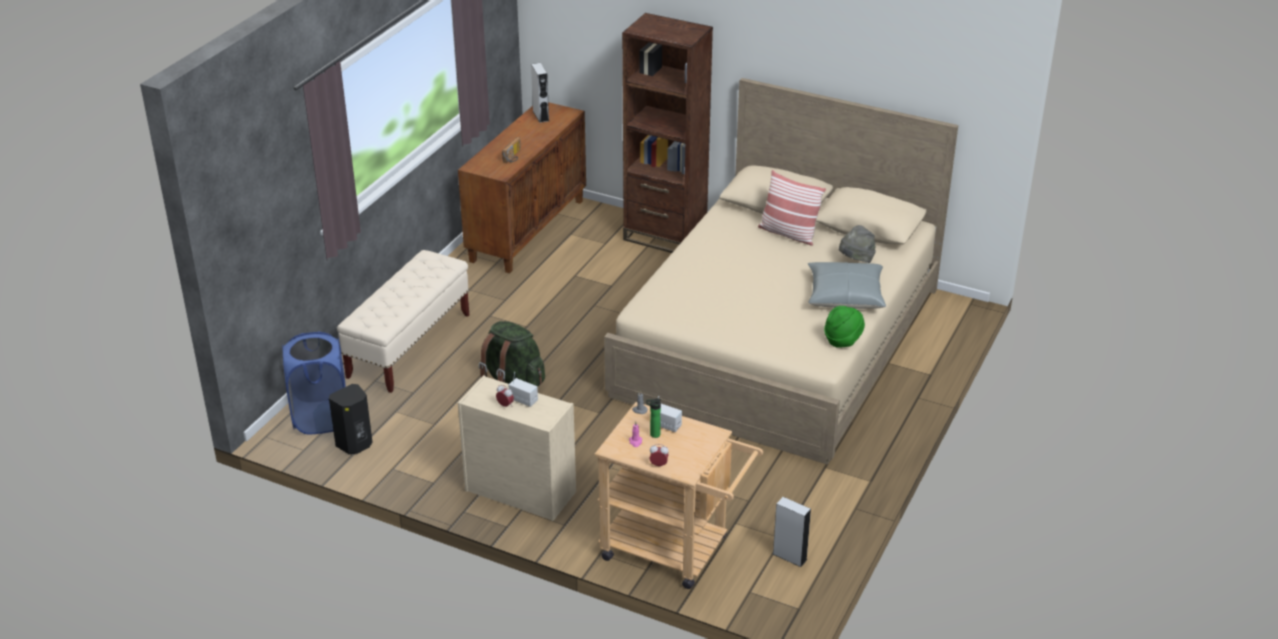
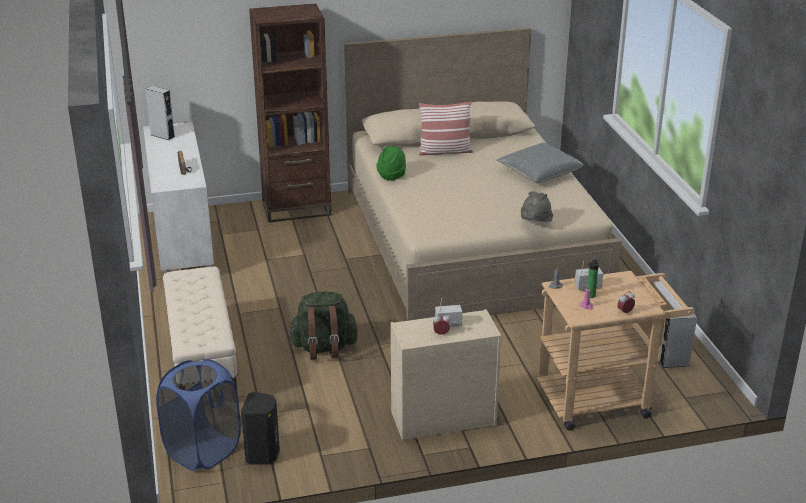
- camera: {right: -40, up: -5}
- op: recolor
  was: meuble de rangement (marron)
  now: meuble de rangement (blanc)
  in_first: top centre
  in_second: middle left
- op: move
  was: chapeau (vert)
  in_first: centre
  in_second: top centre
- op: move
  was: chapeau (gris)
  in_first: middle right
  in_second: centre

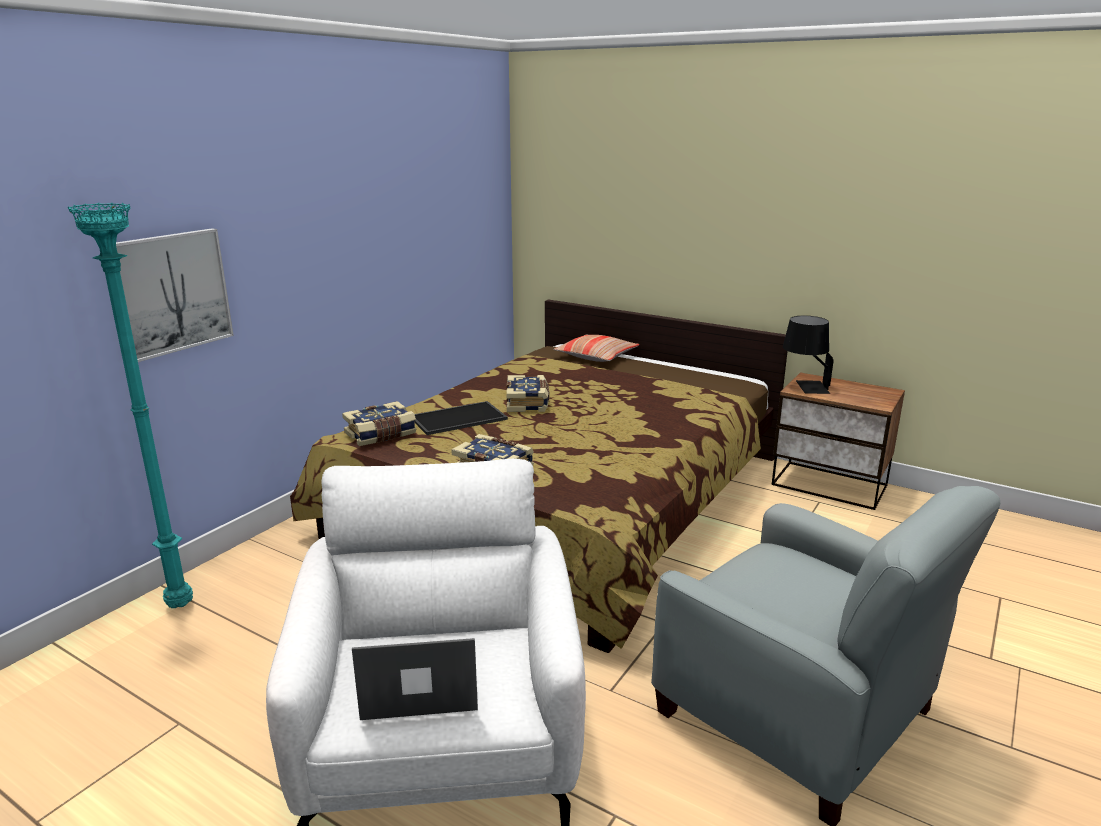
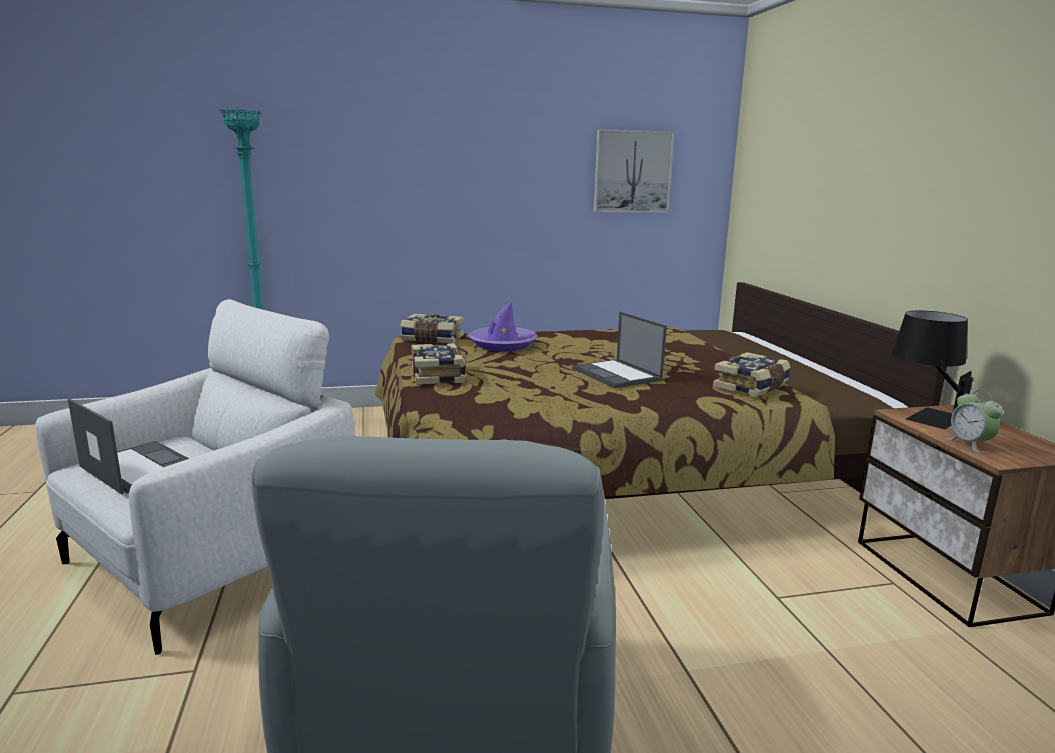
- camera: {right: 45, up: -5}
- op: replace
  was: plateau
  now: chapeau (violet)
  in_first: centre
  in_second: centre
- op: insert
  now: ordinateur portable (2nd from left)
  in_second: centre
- op: move
  was: tableau
  in_first: middle left
  in_second: top centre
- op: move
  was: livre (3rd from left)
  in_first: centre
  in_second: middle right
- op: insert
  now: réveil
  in_second: middle right
- op: delete
  was: coussin
  in_first: centre

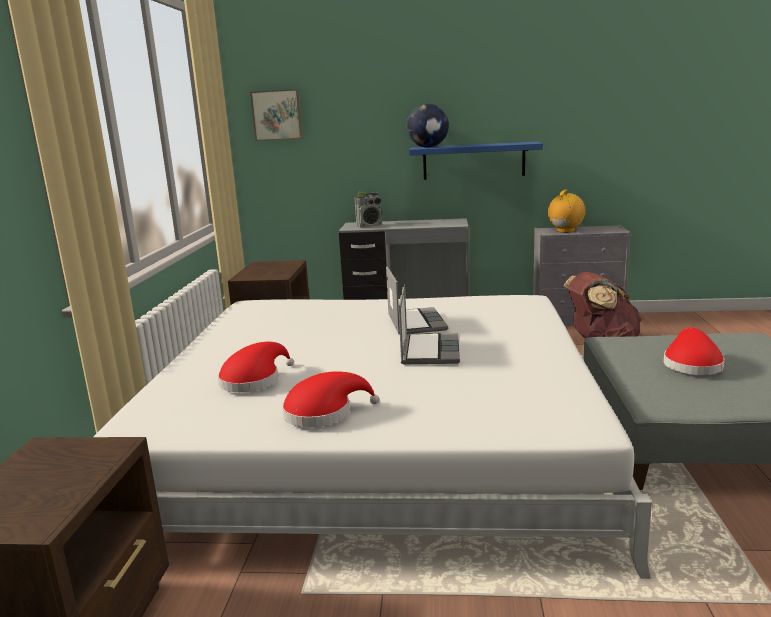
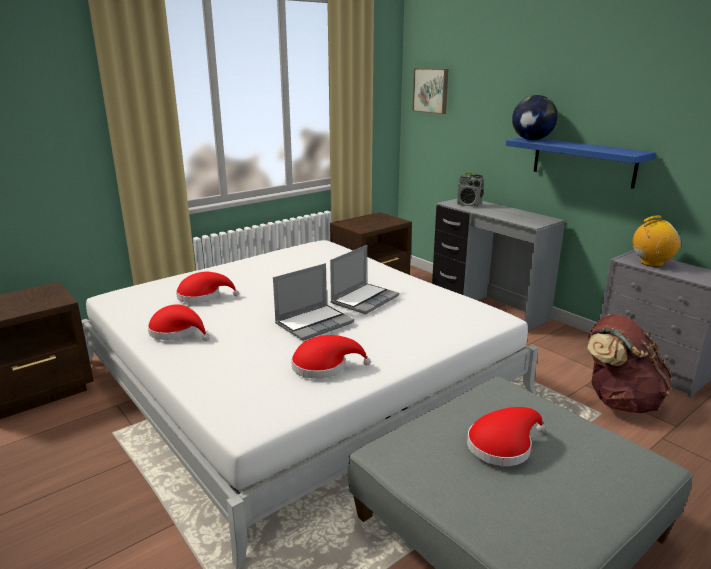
- camera: {right: 45, up: 5}
- op: insert
  now: chapeau (rouge) (3rd from left)
  in_second: centre

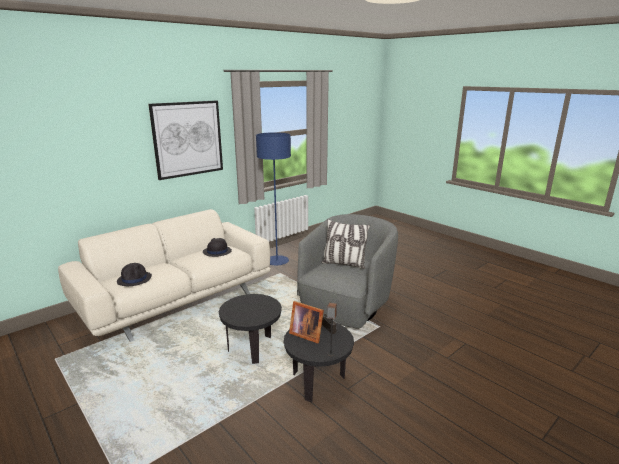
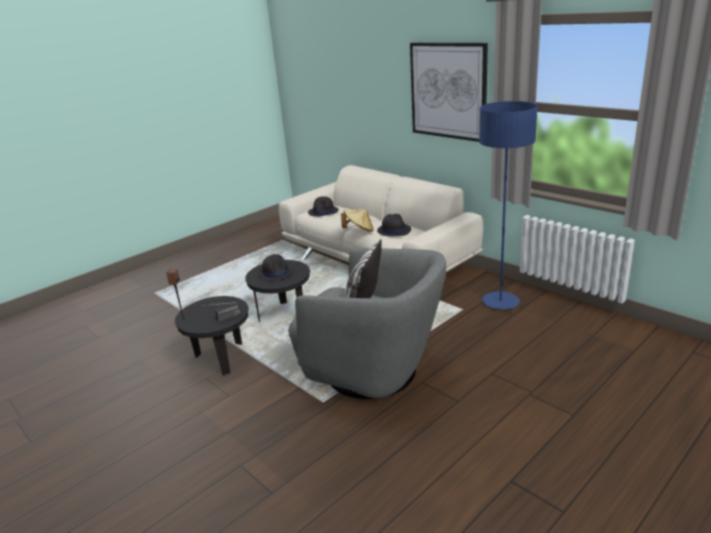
- camera: {right: 90, up: 5}
- op: insert
  now: chapeau (noir) (1st from left)
  in_second: centre
- op: insert
  now: chapeau (beige)
  in_second: centre
- op: delete
  was: cadre photo
  in_first: bottom centre

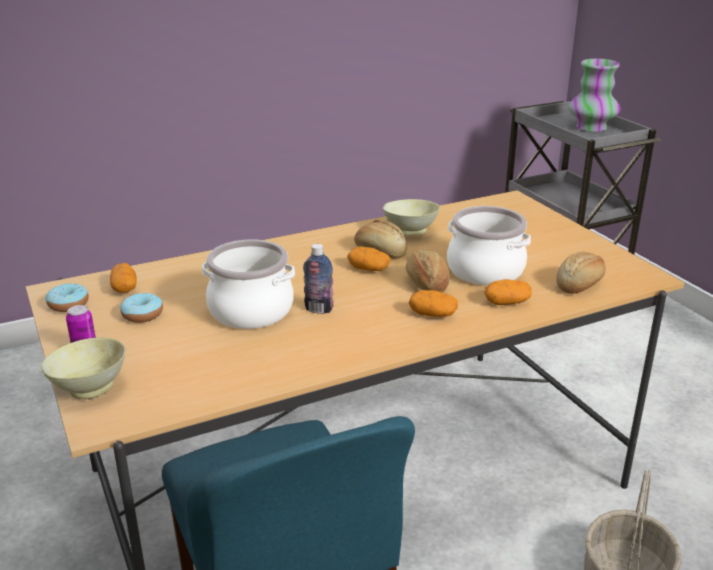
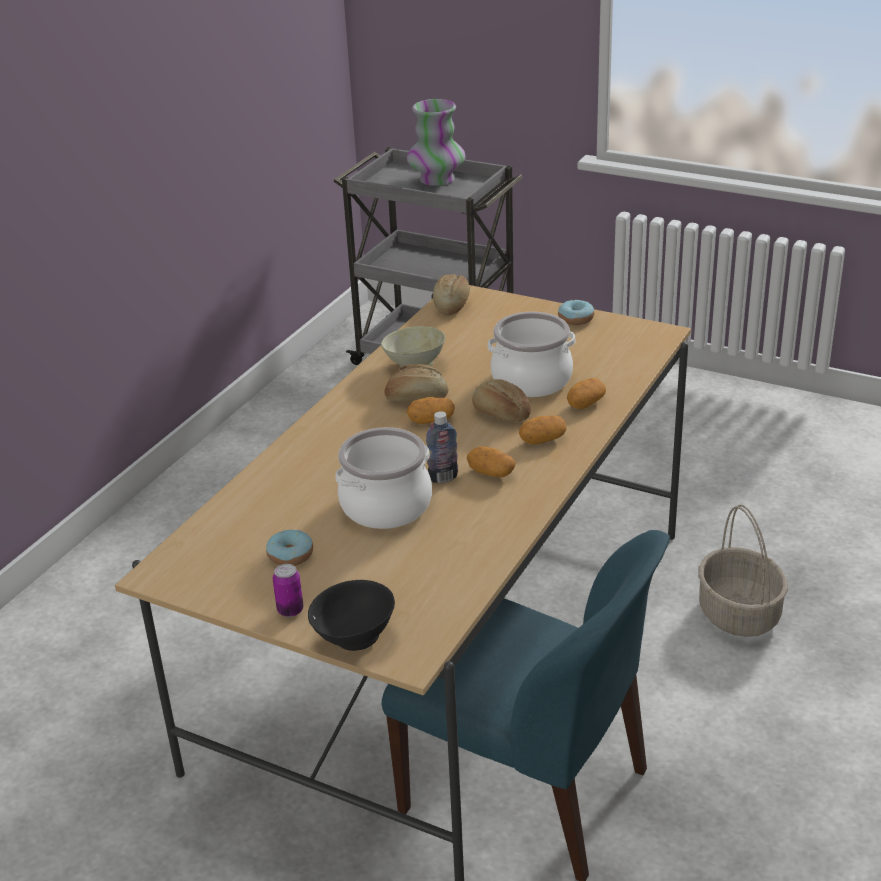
- camera: {right: -35, up: 5}
- op: recolor
  was: bol (beige) (1st from left)
  now: bol (noir)
  in_first: middle left
  in_second: bottom centre
- op: move
  was: pain (3rd from left in the first image)
  now: pain (2nd from left)
  in_first: middle right
  in_second: centre
- op: move
  was: pomme de terre (1st from left in the first image)
  now: pomme de terre (2nd from left)
  in_first: middle left
  in_second: centre
- op: move
  was: beignet (1st from left in the first image)
  now: beignet (2nd from left)
  in_first: middle left
  in_second: centre

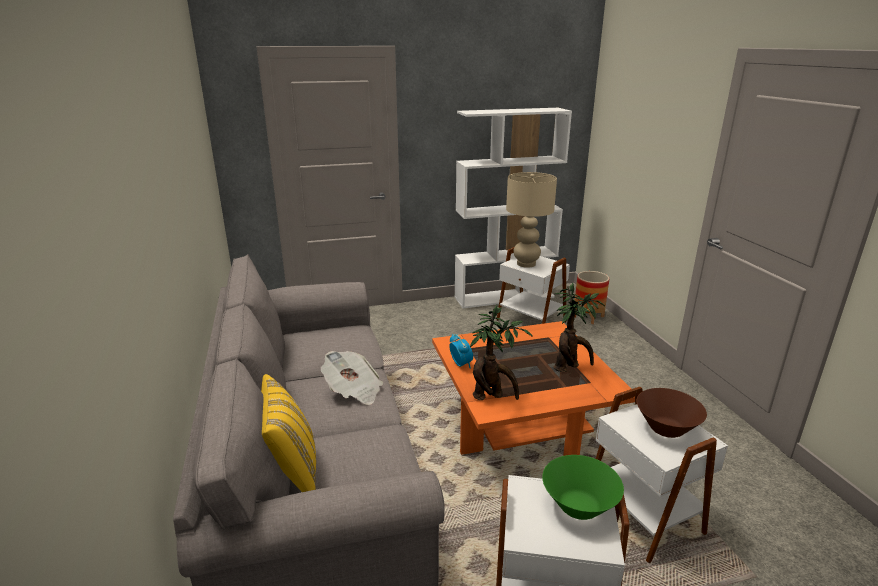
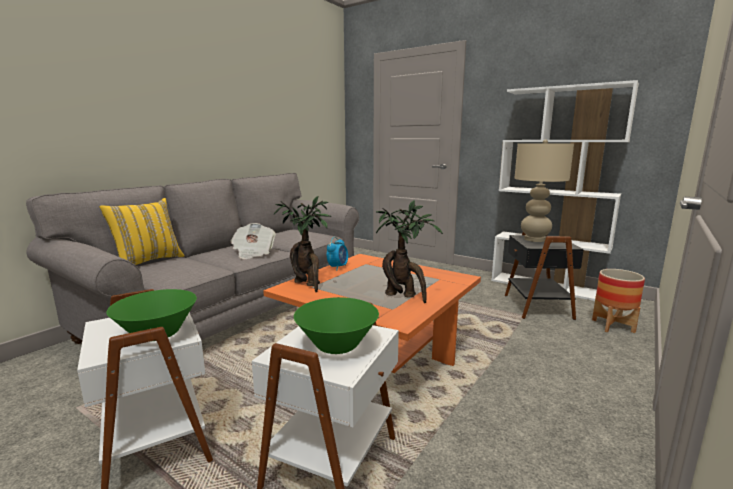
- camera: {right: 50, up: -10}
- op: recolor
  was: bol (marron)
  now: bol (vert) (2nd from left)
  in_first: bottom right
  in_second: centre
- op: recolor
  was: table d'appoint (blanc) (1st from left)
  now: table d'appoint (noir)
  in_first: centre
  in_second: middle right

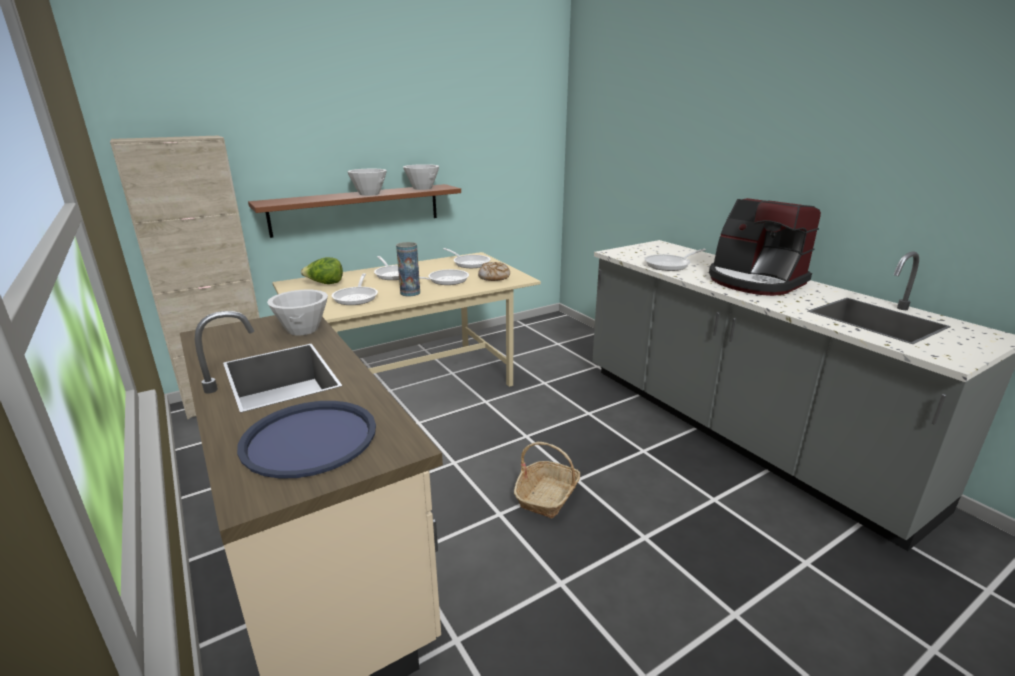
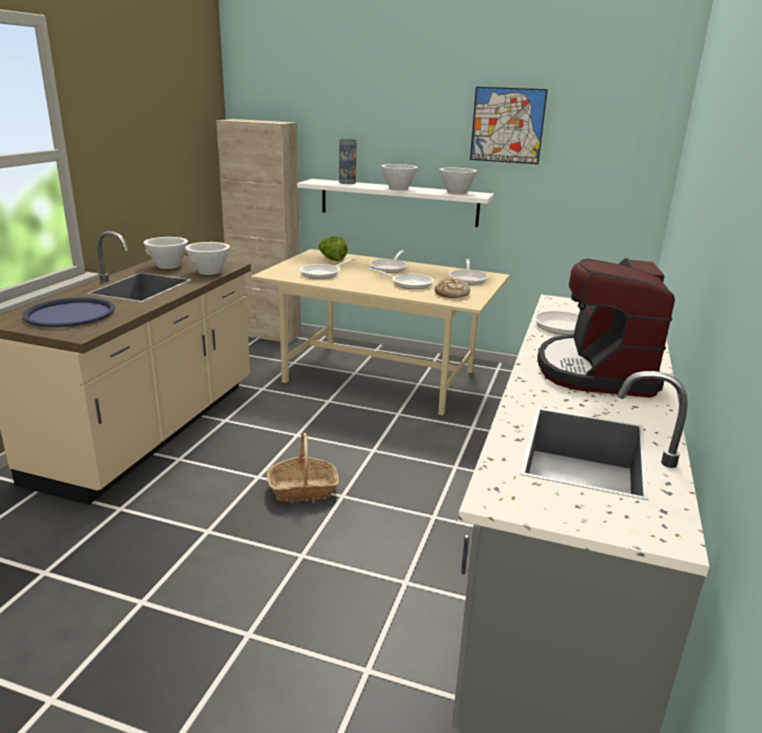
- camera: {right: 50, up: 0}
- op: insert
  now: bol (blanc) (1st from left)
  in_second: middle left
- op: recolor
  was: étagère (marron)
  now: étagère (blanc)
  in_first: top centre
  in_second: top centre
- op: move
  was: vase
  in_first: centre
  in_second: top centre
- op: insert
  now: tableau
  in_second: top right

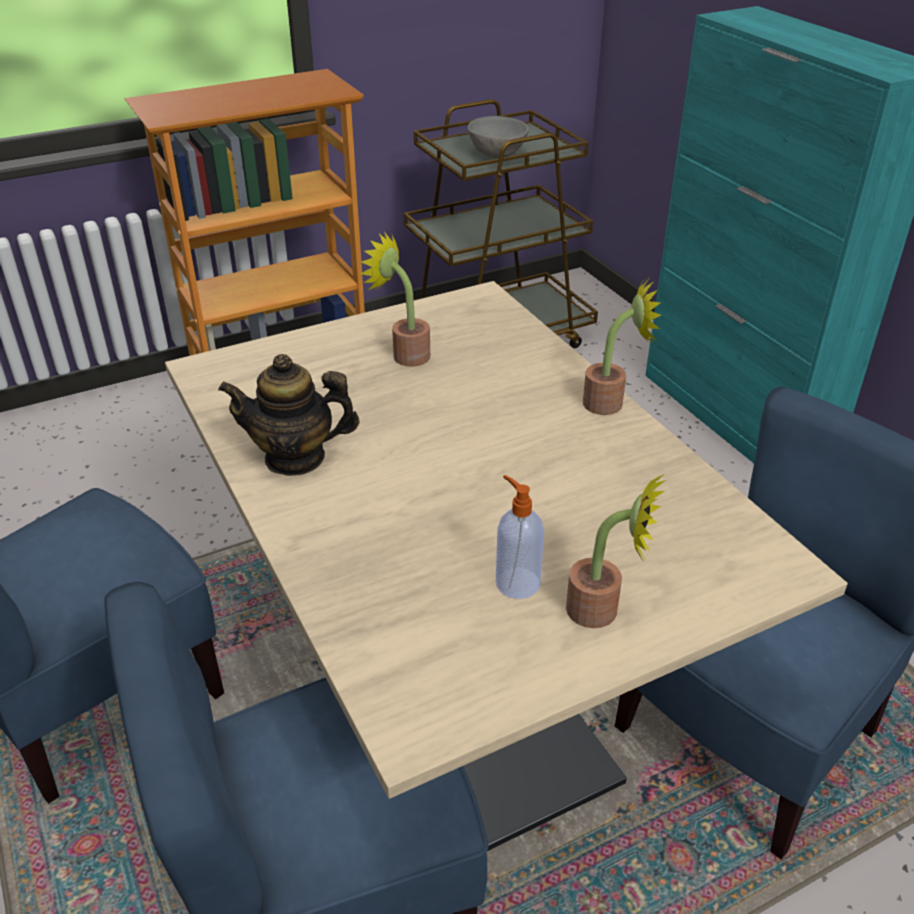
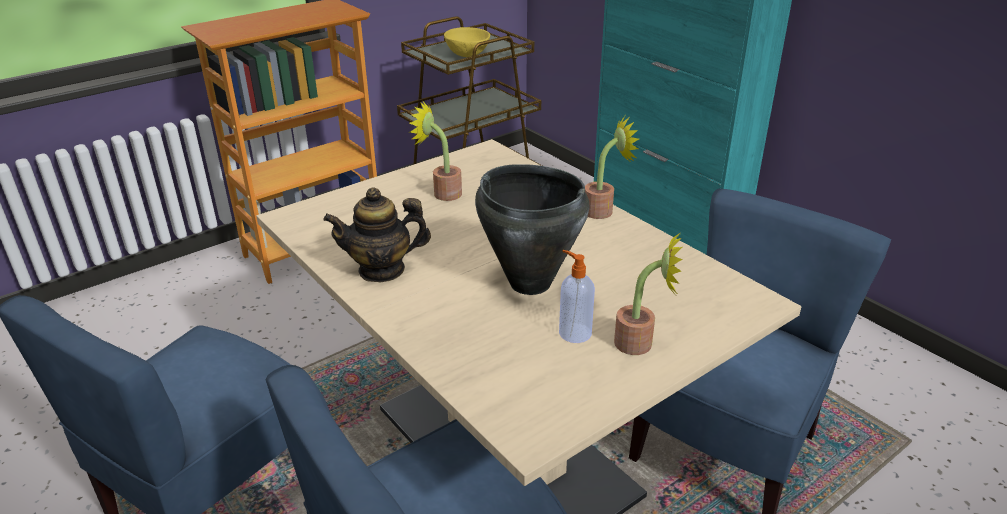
- camera: {right: -10, up: -5}
- op: recolor
  was: bol (gris)
  now: bol (jaune)
  in_first: top centre
  in_second: top centre
- op: insert
  now: marmite (noir)
  in_second: centre

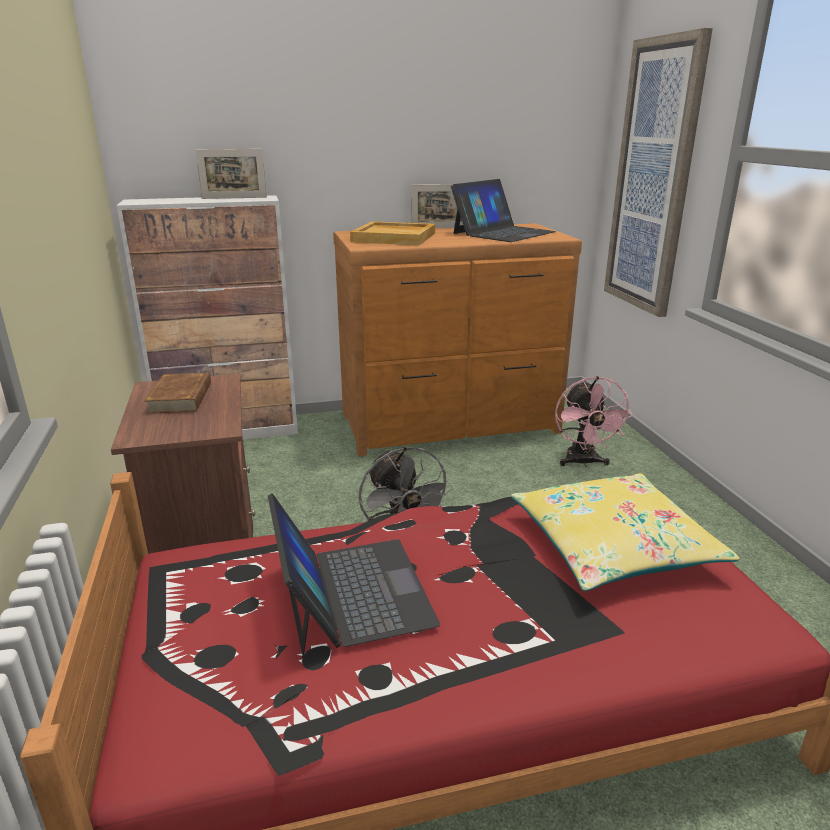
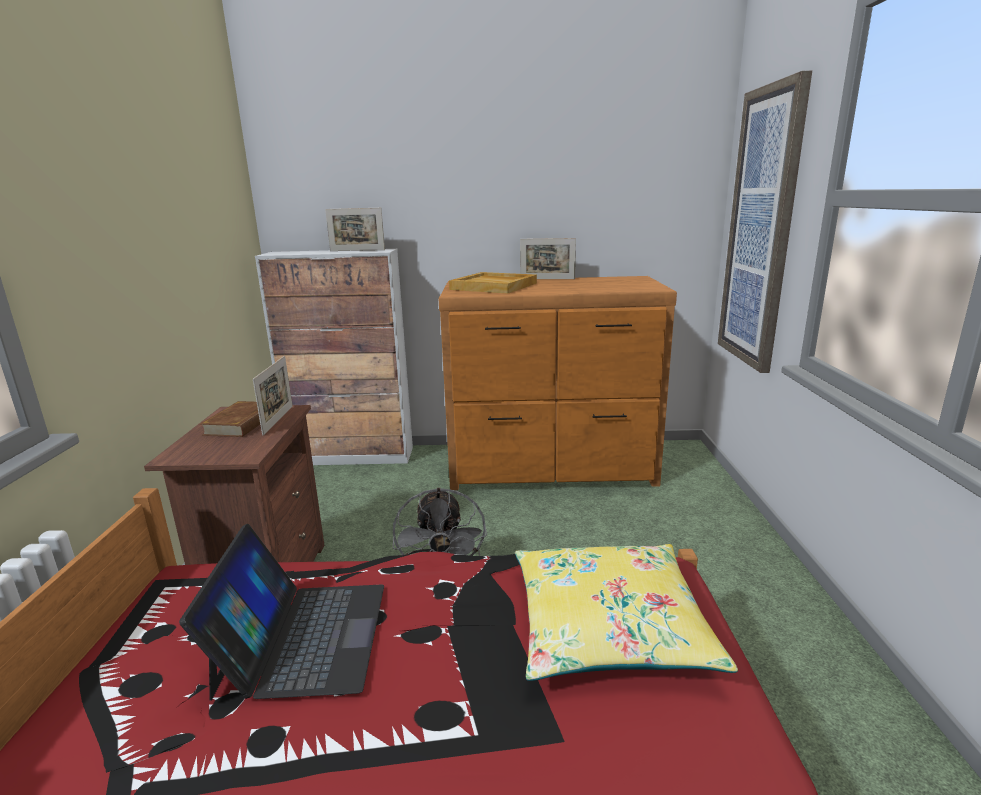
- camera: {right: 15, up: -5}
- op: insert
  now: cadre photo (1st from left)
  in_second: middle left
- op: delete
  was: ordinateur portable (2nd from left)
  in_first: top centre
- op: delete
  was: ventilateur (rose)
  in_first: middle right

